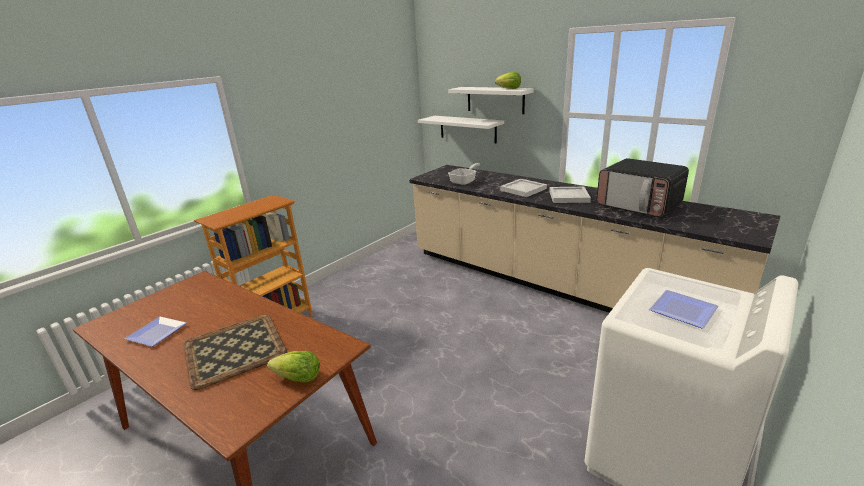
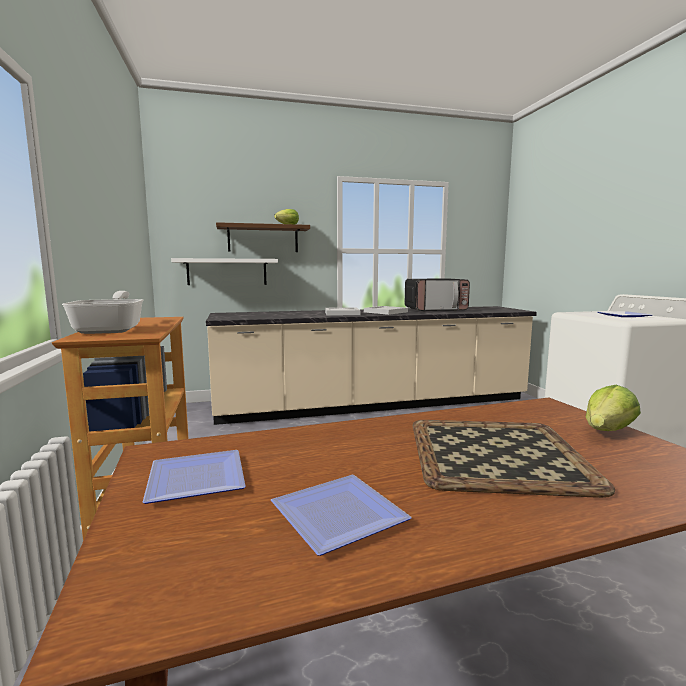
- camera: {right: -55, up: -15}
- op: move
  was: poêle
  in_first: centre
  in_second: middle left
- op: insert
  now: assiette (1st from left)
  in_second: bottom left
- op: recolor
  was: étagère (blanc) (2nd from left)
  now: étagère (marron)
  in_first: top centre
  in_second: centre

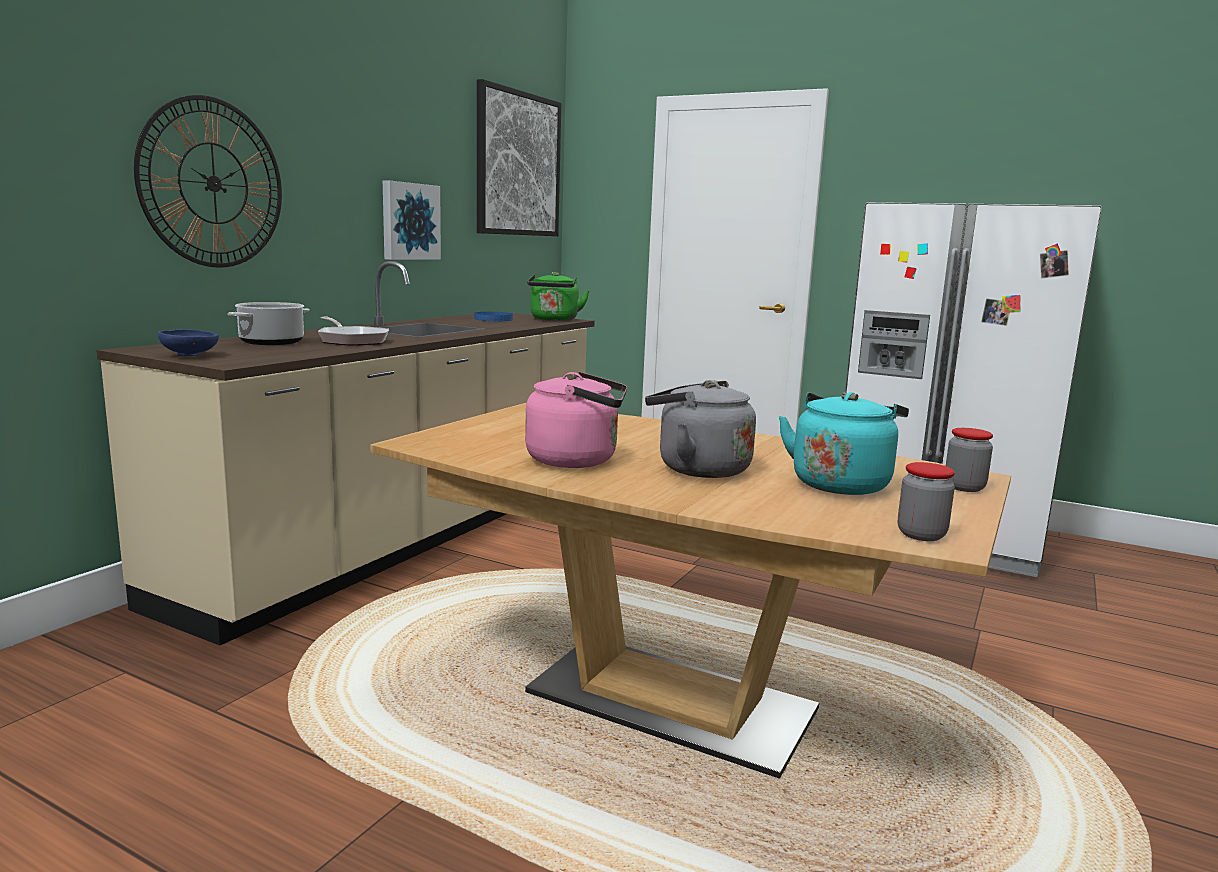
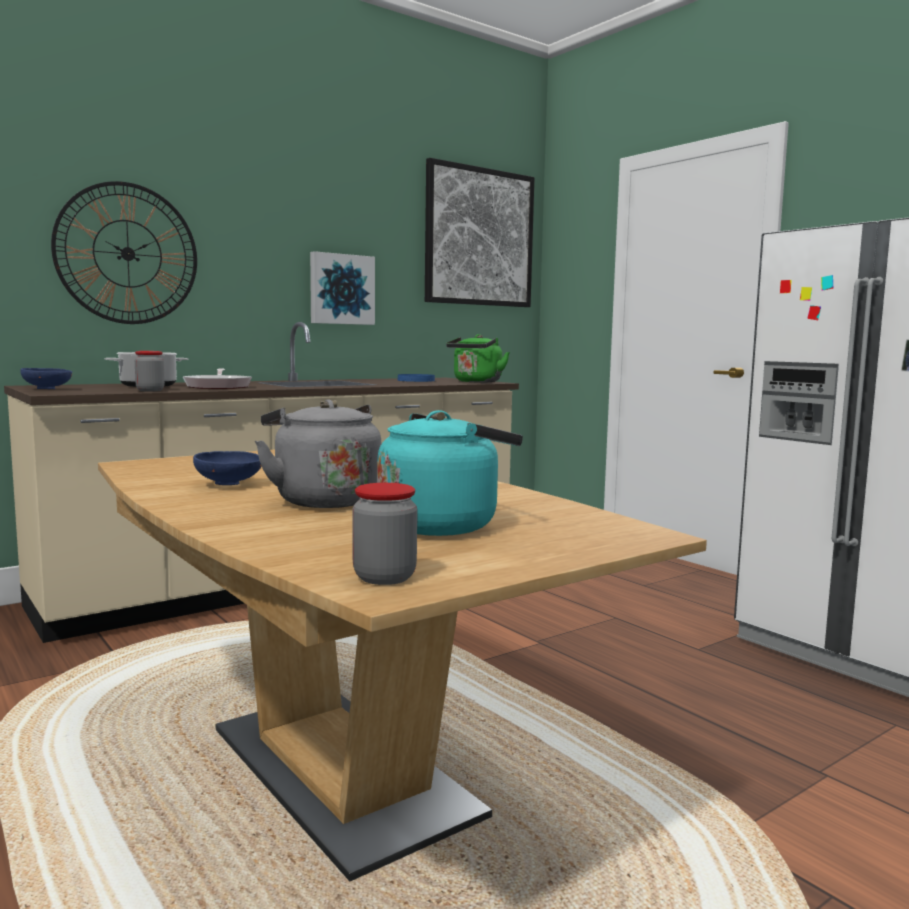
- camera: {right: 25, up: -5}
- op: move
  was: bocal (2nd from left in the first image)
  now: bocal (1st from left)
  in_first: middle right
  in_second: middle left
- op: replace
  was: bouilloire (rose)
  now: bol (bleu) (2nd from left)
  in_first: centre
  in_second: middle left

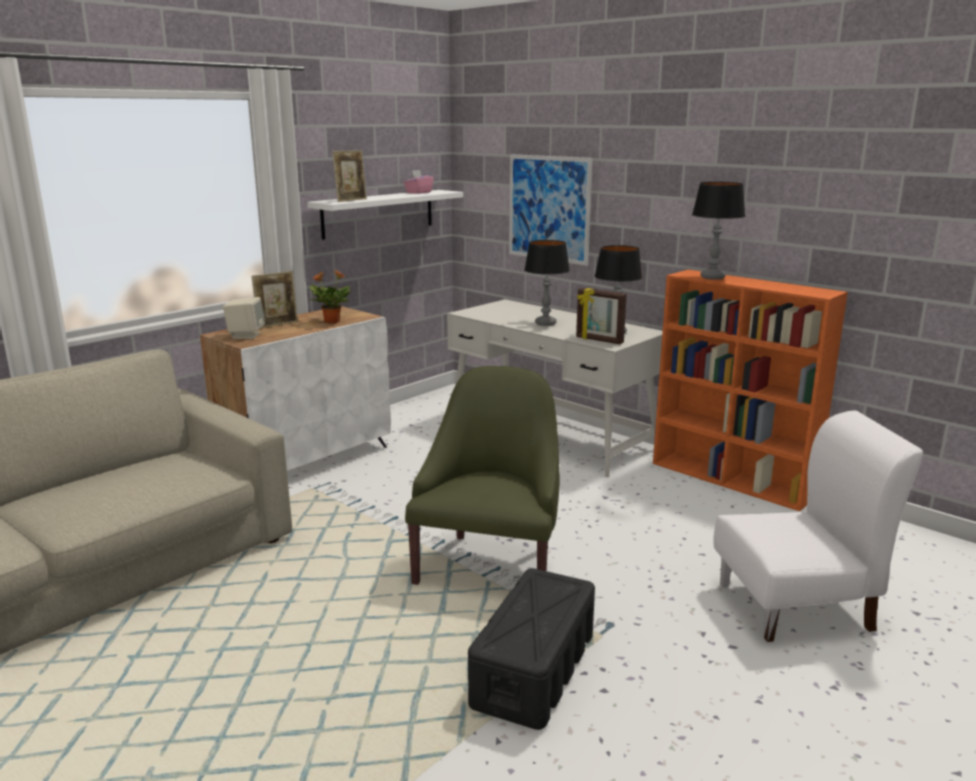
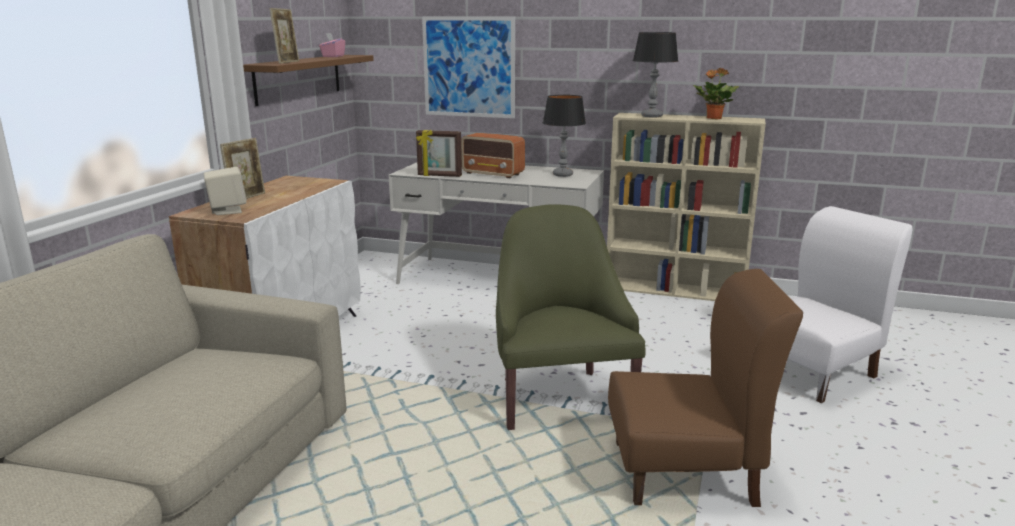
- camera: {right: -25, up: 0}
- op: recolor
  was: étagère (blanc)
  now: étagère (marron)
  in_first: top centre
  in_second: top left
- op: move
  was: cadre photo (3rd from left)
  in_first: centre
  in_second: top centre
- op: replace
  was: lampe de table (1st from left)
  now: radio
  in_first: centre
  in_second: top centre
- op: recolor
  was: bibliothèque (orange)
  now: bibliothèque (beige)
  in_first: middle right
  in_second: middle right
- op: replace
  was: boîte de rangement (noir)
  now: chaise (marron)
  in_first: bottom centre
  in_second: bottom right
- op: move
  was: plante en pot
  in_first: centre
  in_second: top right

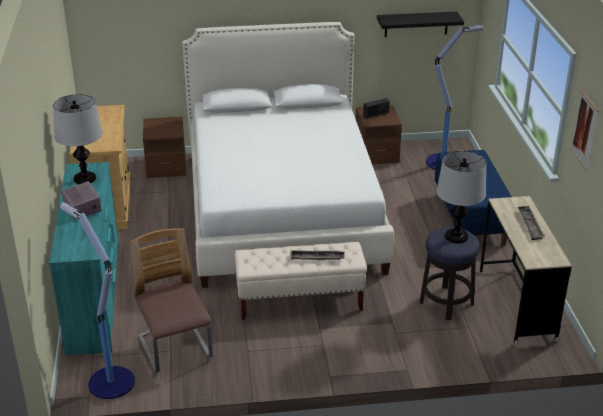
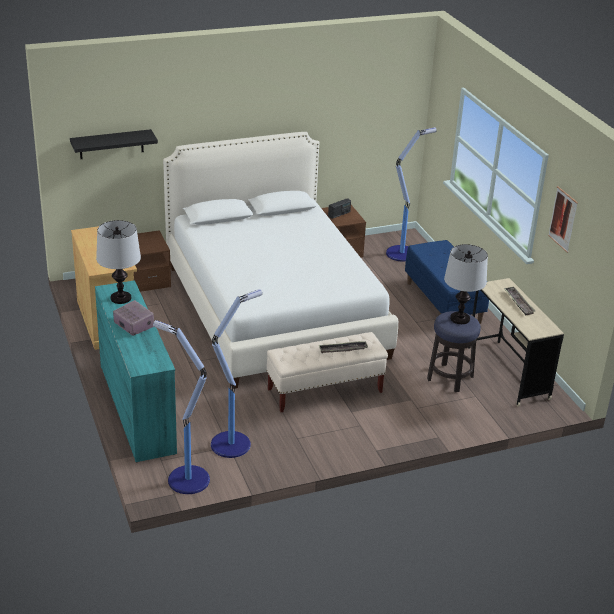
- camera: {right: -15, up: 0}
- op: move
  was: étagère (noir)
  in_first: top right
  in_second: top left
- op: replace
  was: chaise
  now: lampadaire (2nd from left)
  in_first: bottom left
  in_second: centre

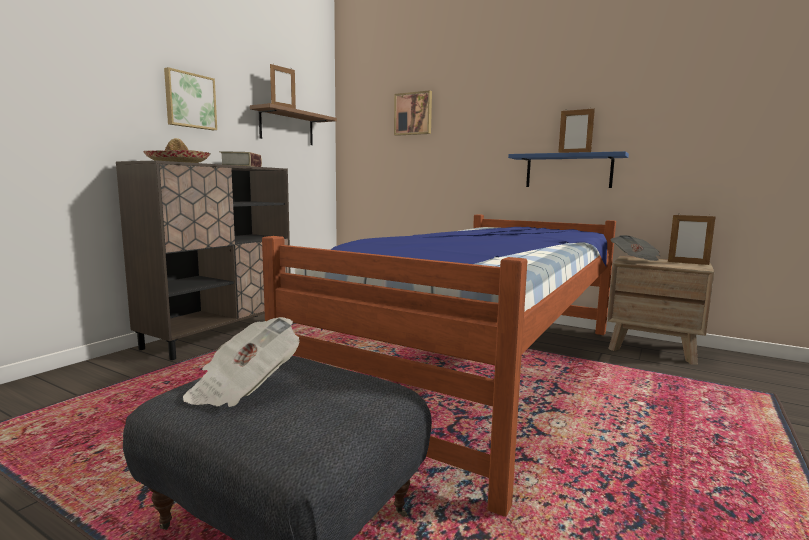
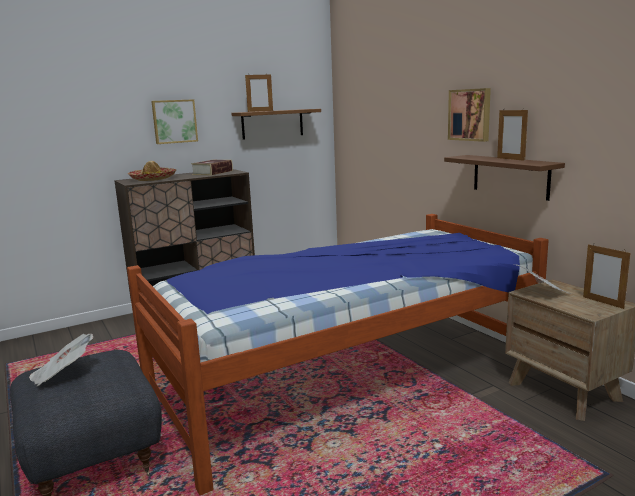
- camera: {right: 30, up: 5}
- op: recolor
  was: étagère (bleu)
  now: étagère (marron) (2nd from left)
  in_first: top right
  in_second: middle right
- op: move
  was: tableau (2nd from left)
  in_first: top centre
  in_second: top right

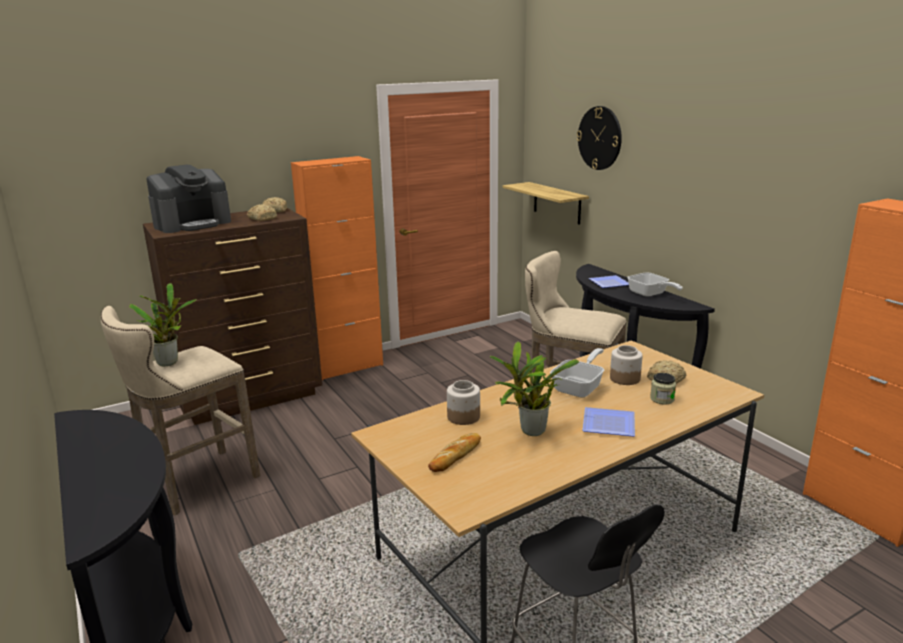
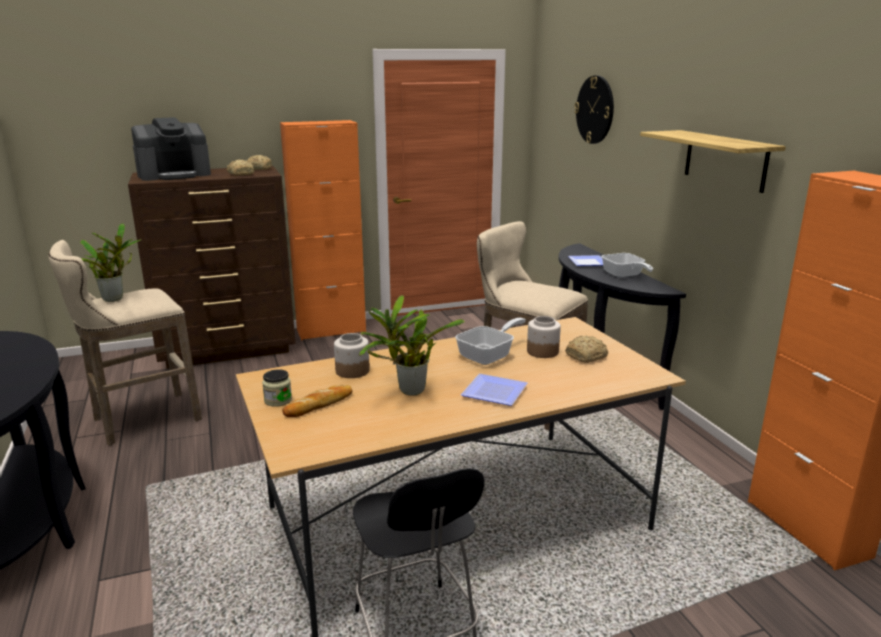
- camera: {right: 10, up: 0}
- op: move
  was: bocal (3rd from left in the first image)
  now: bocal (1st from left)
  in_first: middle right
  in_second: middle left
- op: move
  was: étagère
  in_first: top centre
  in_second: top right

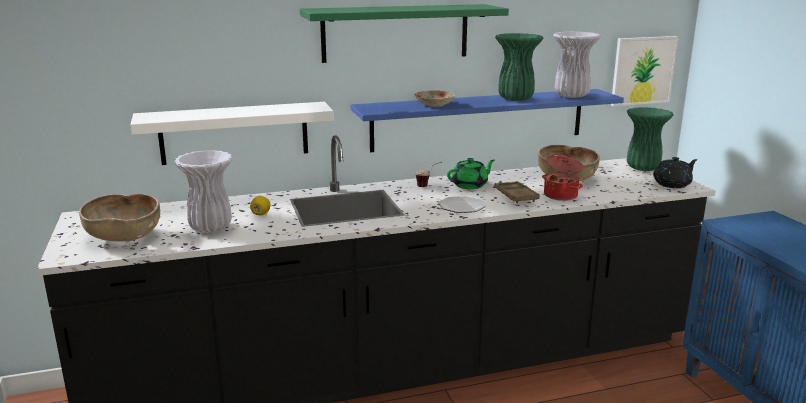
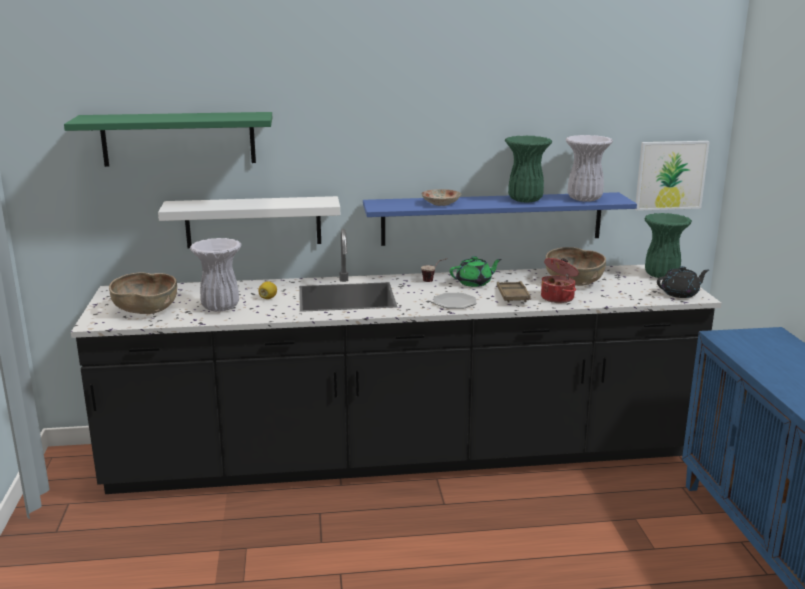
- camera: {right: 10, up: 0}
- op: move
  was: étagère (vert)
  in_first: top centre
  in_second: top left

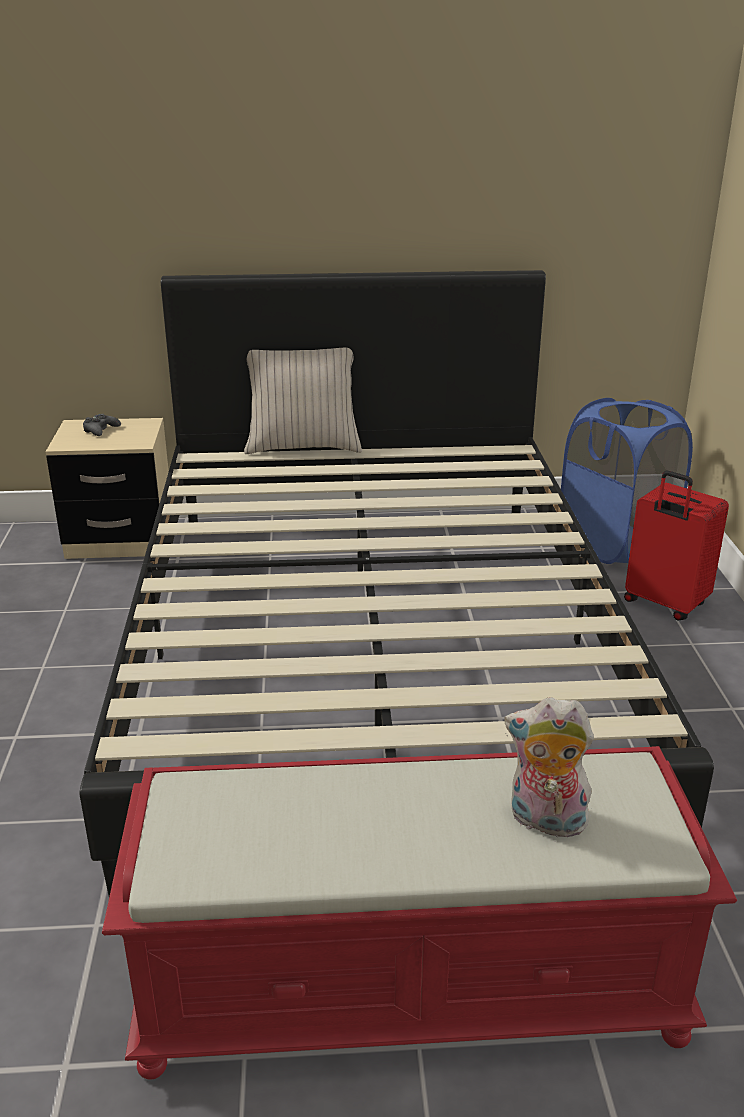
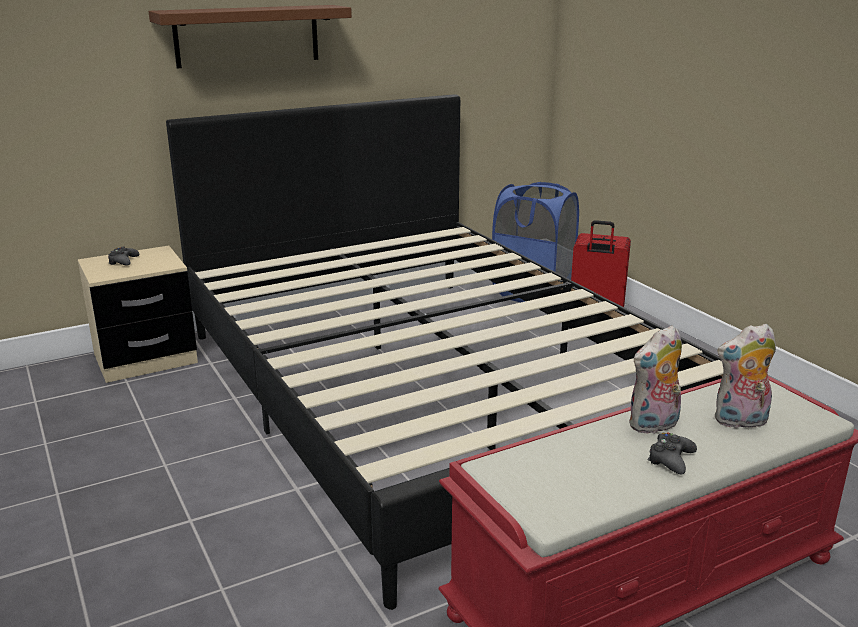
- camera: {right: -25, up: -5}
- op: insert
  now: étagère (marron)
  in_second: top left
- op: insert
  now: peluche (1st from left)
  in_second: middle right
- op: insert
  now: manette (noir) (2nd from left)
  in_second: bottom right
- op: delete
  was: coussin (beige)
  in_first: centre

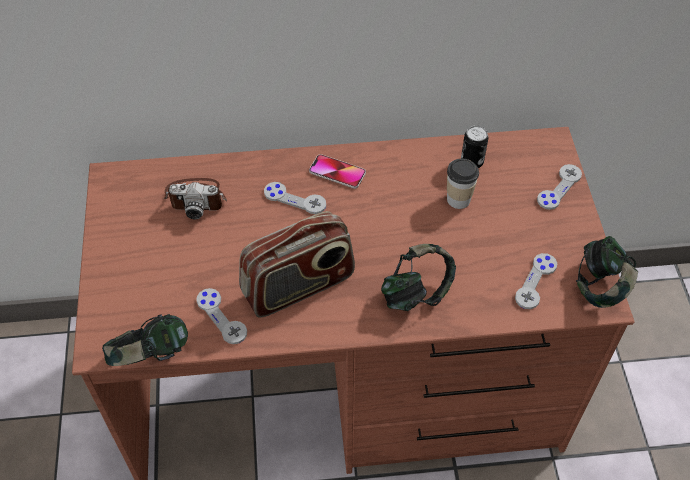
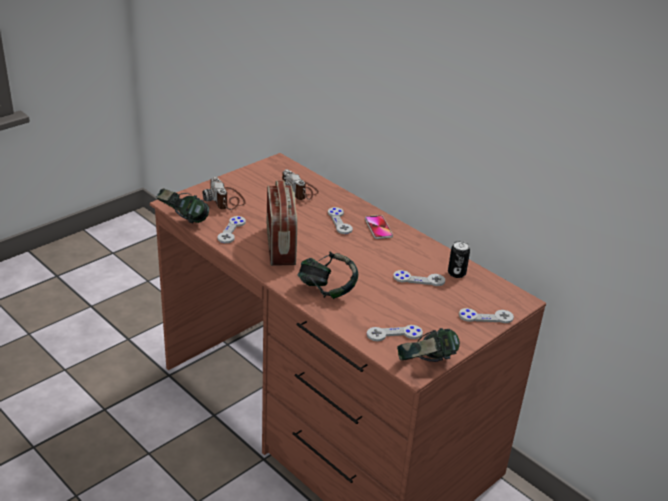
- camera: {right: 50, up: -20}
- op: insert
  now: appareil photo (1st from left)
  in_second: centre
- op: rotate
  was: radio
  in_first: centre
  in_second: centre
  clockwise: -120
- op: replace
  was: tasse
  now: manette (gris) (4th from left)
  in_first: middle right
  in_second: centre

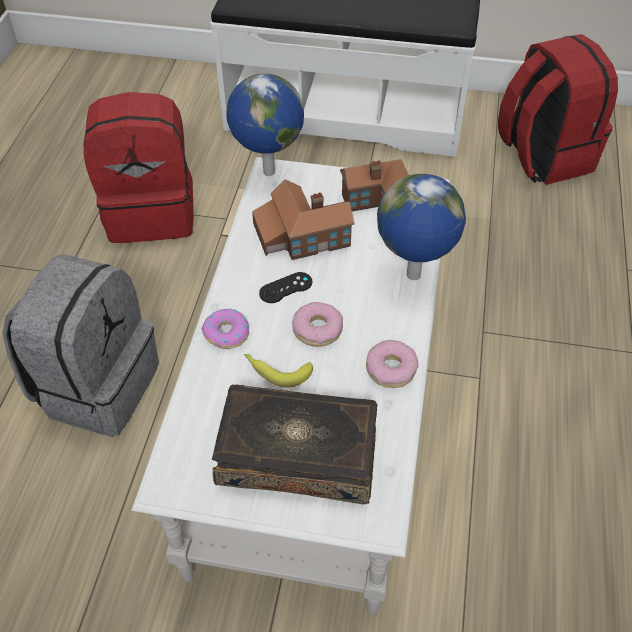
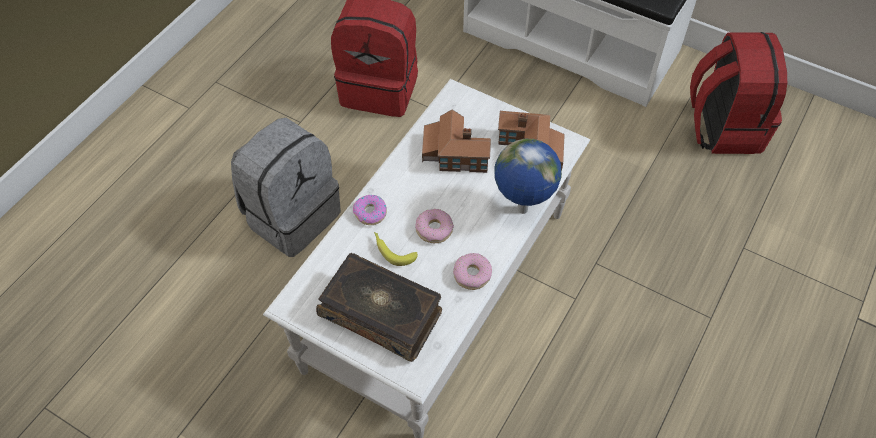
- camera: {right: 20, up: 5}
- op: delete
  was: globe (1st from left)
  in_first: top centre
- op: delete
  was: manette (noir)
  in_first: centre

